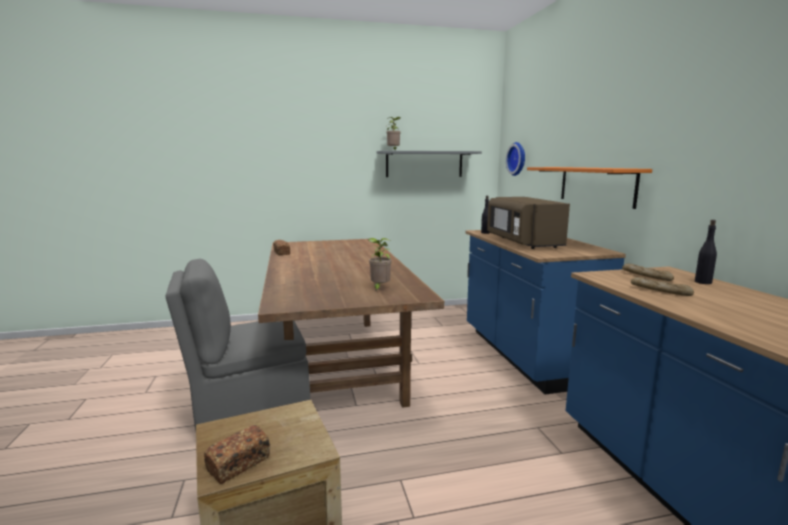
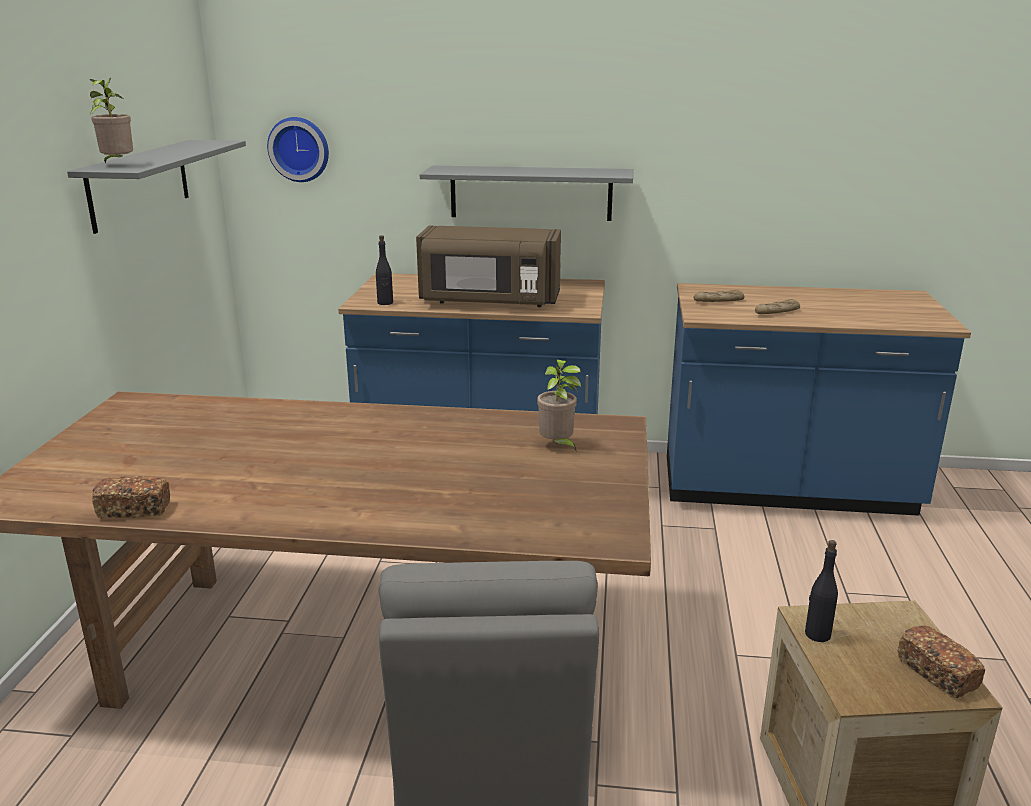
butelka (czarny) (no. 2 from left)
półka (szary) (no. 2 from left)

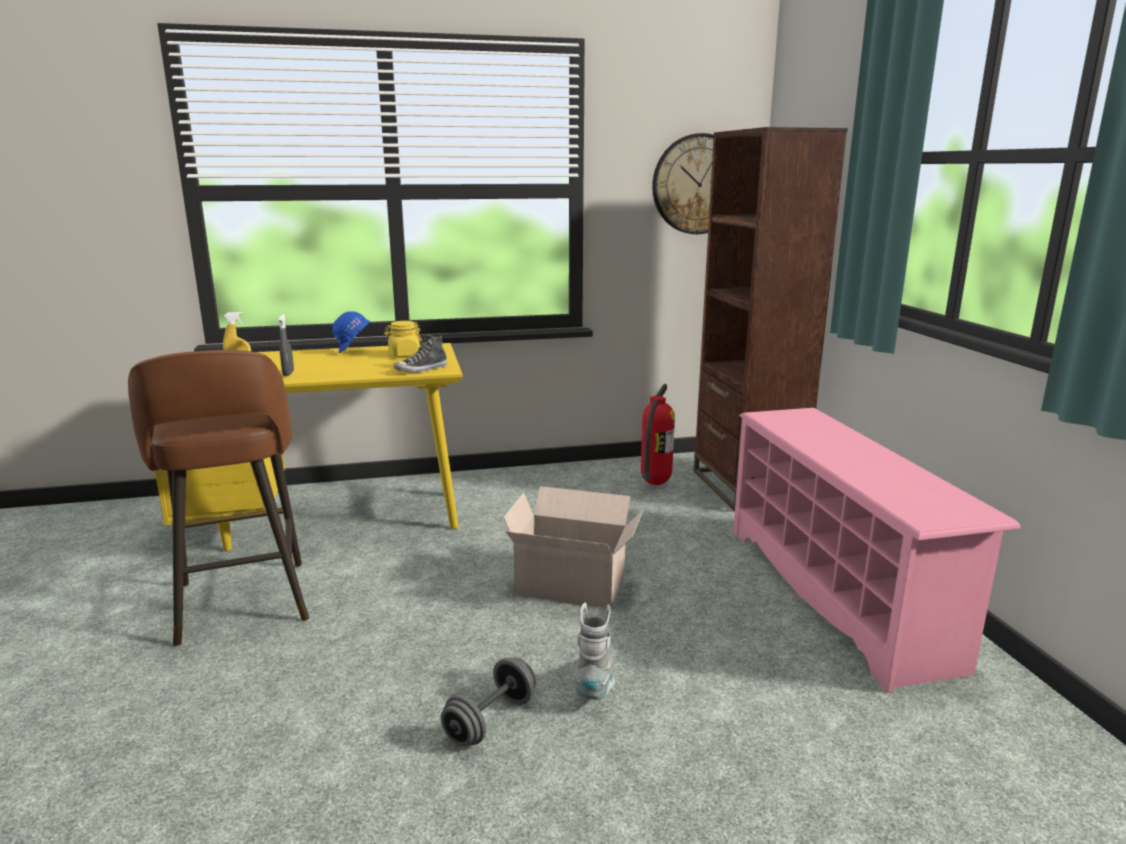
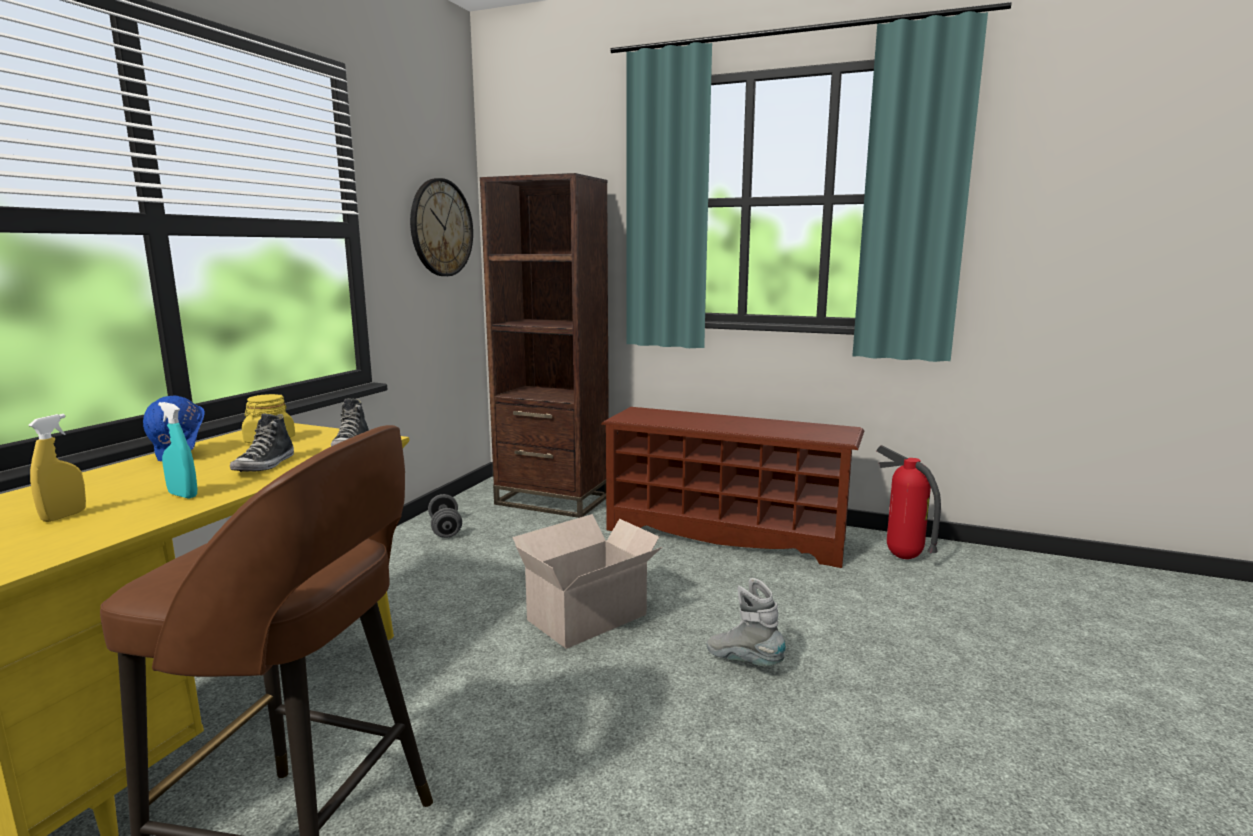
but (no. 1 from left)
hantel (szary)
gaśnica
spryskiwacz (turkusowy)
regał na buty (brązowy)

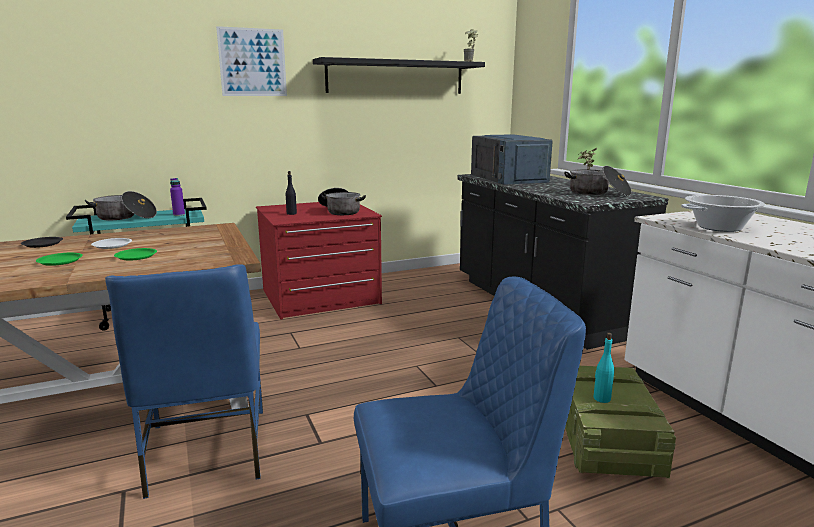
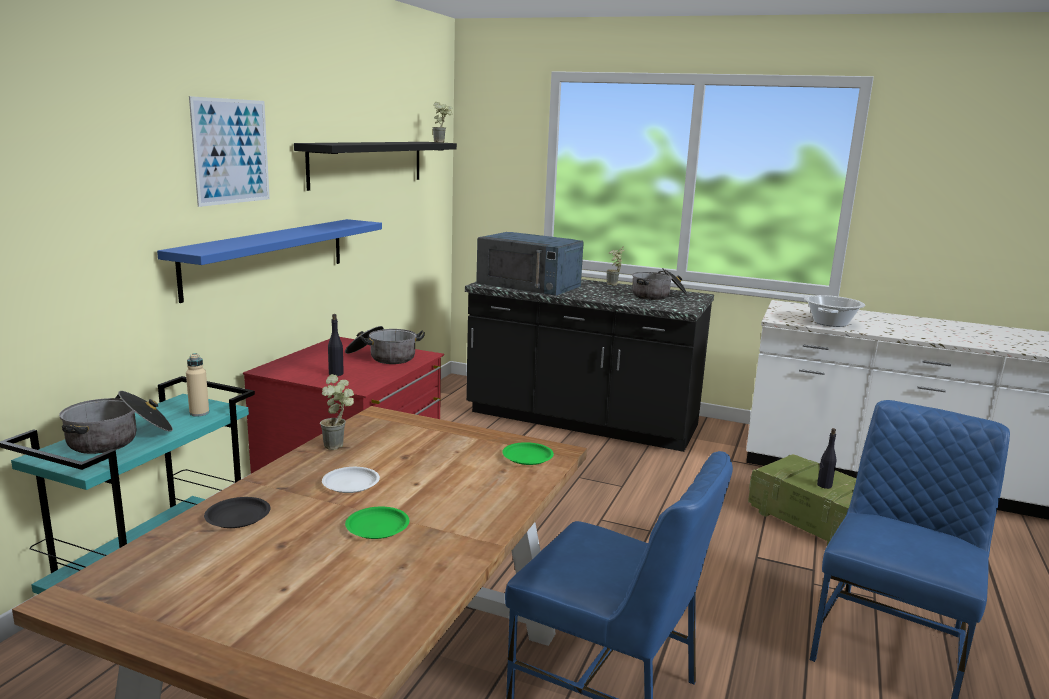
półka (niebieski)
roślina doniczkowa (no. 1 from left)
talerz (zielony) (no. 2 from left)
butelka (beżowy)
butelka (czarny) (no. 2 from left)

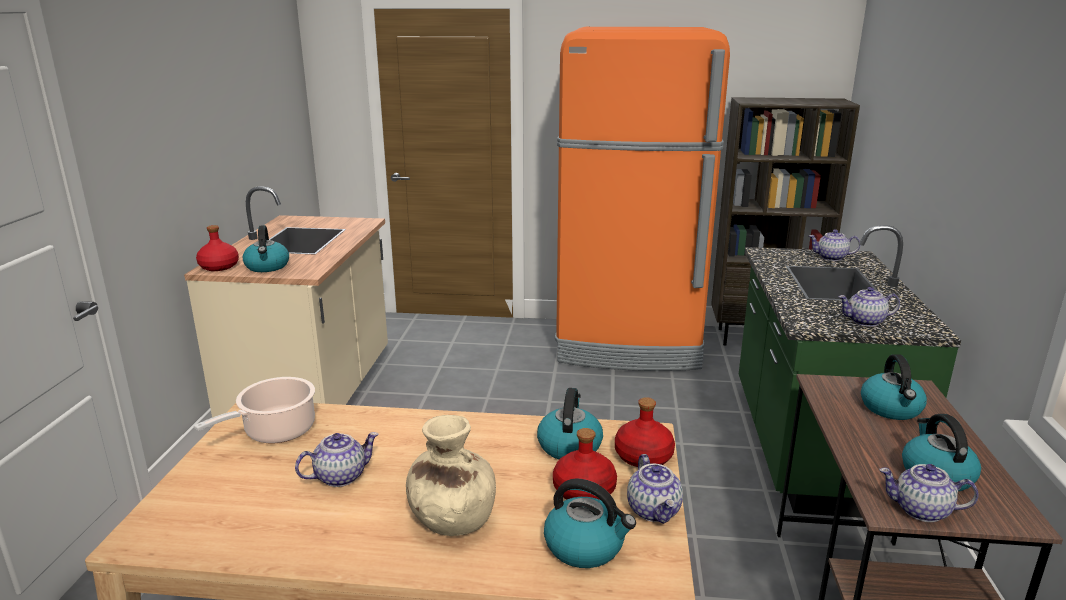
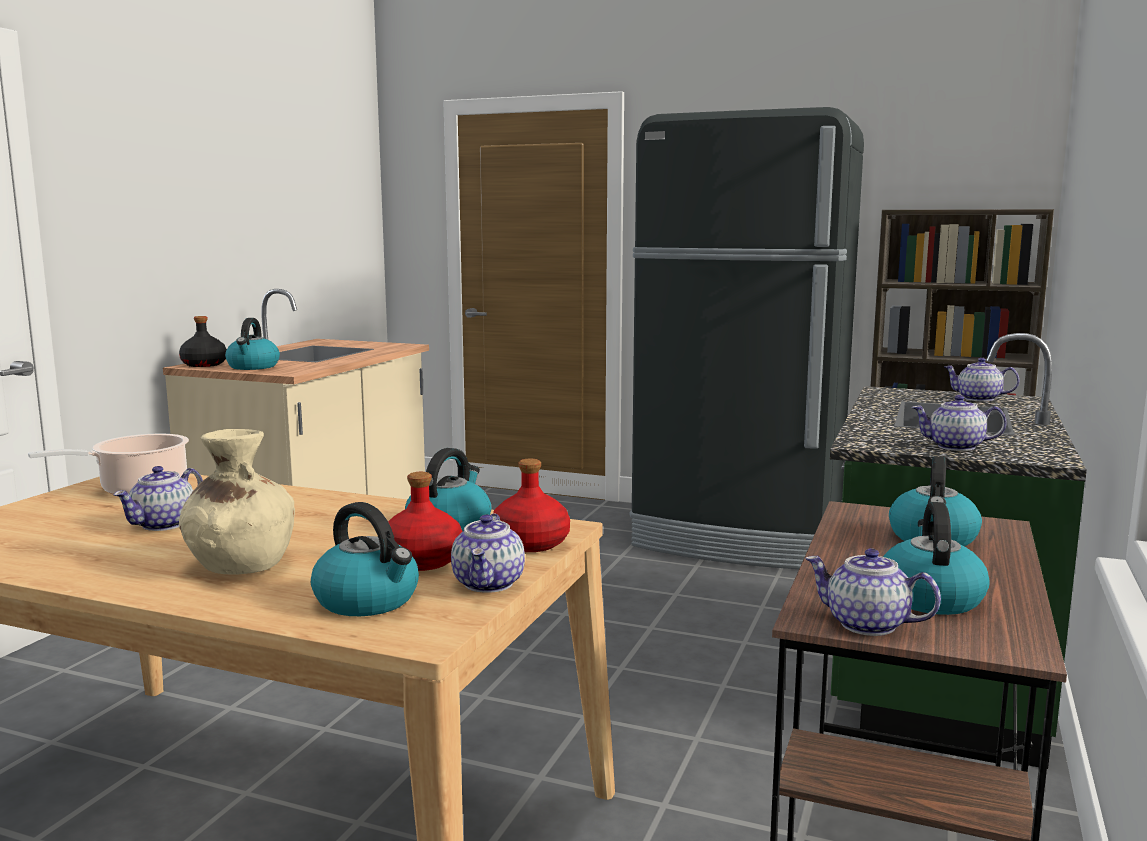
butelka (czarny)
lodówka (czarny)
imbryk (no. 1 from left)

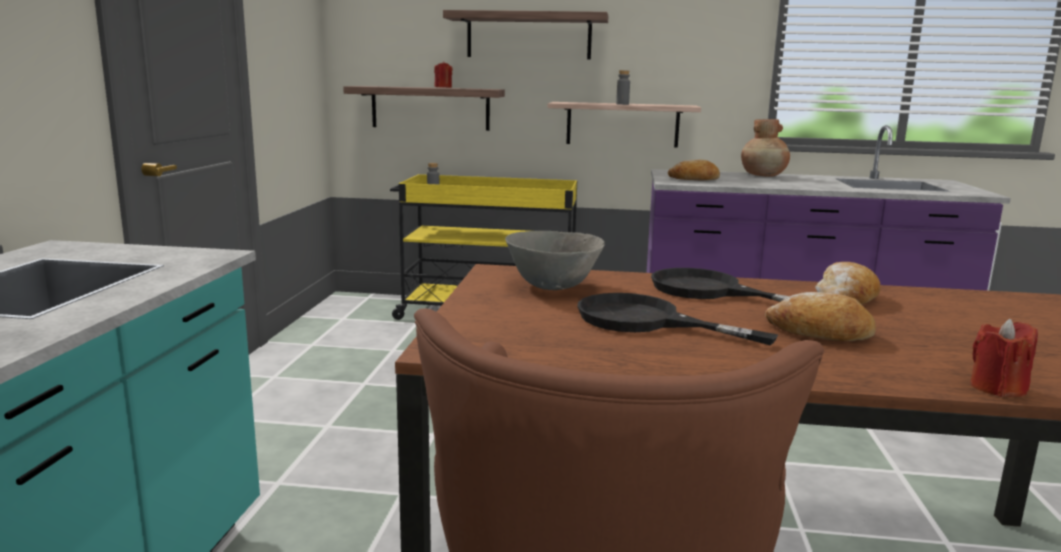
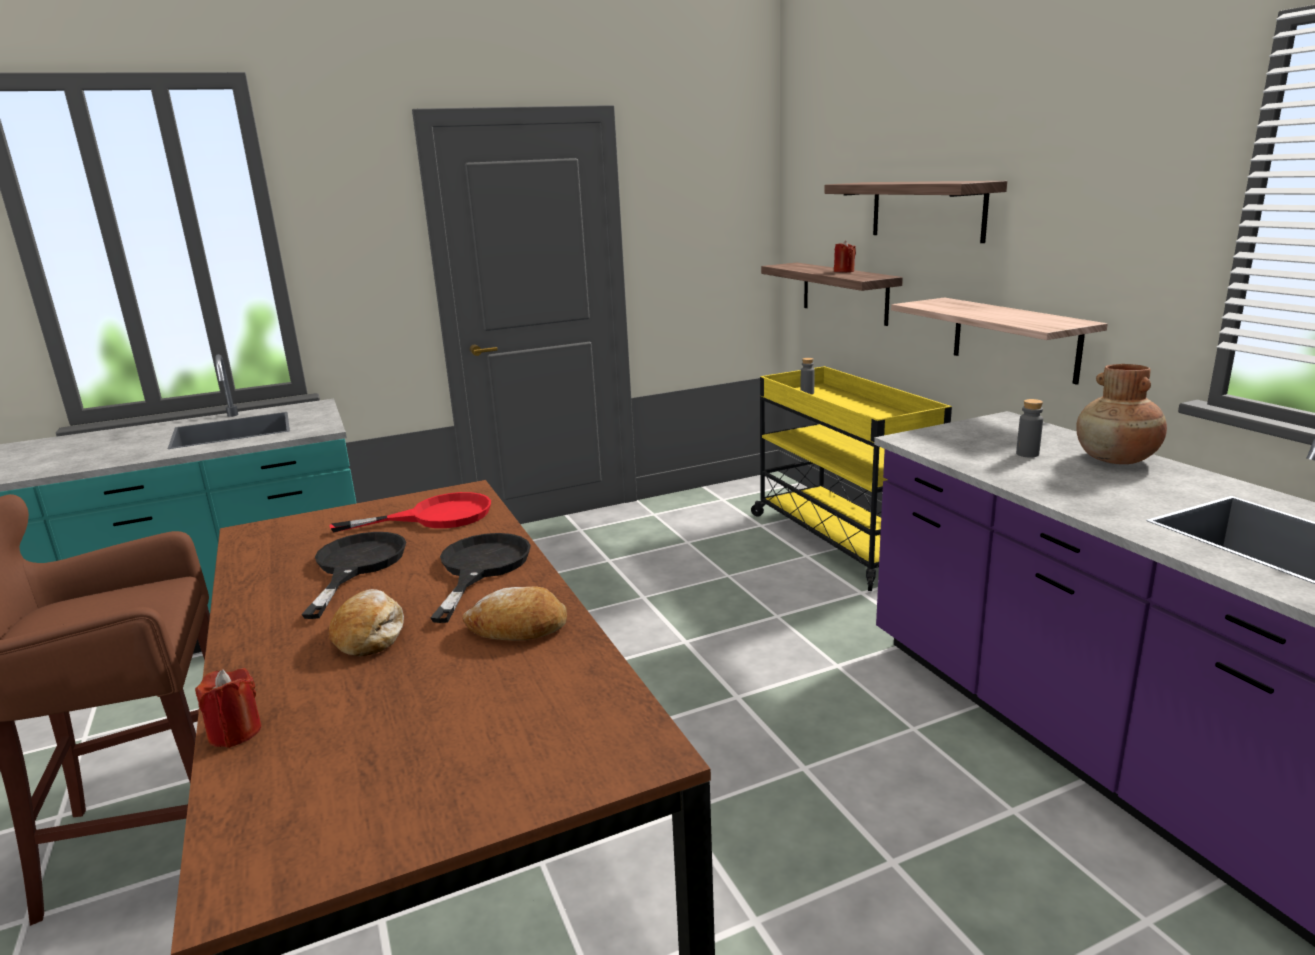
chleb (no. 1 from left in the first image)
butelka (szary) (no. 2 from left)
patelnia (czerwony)

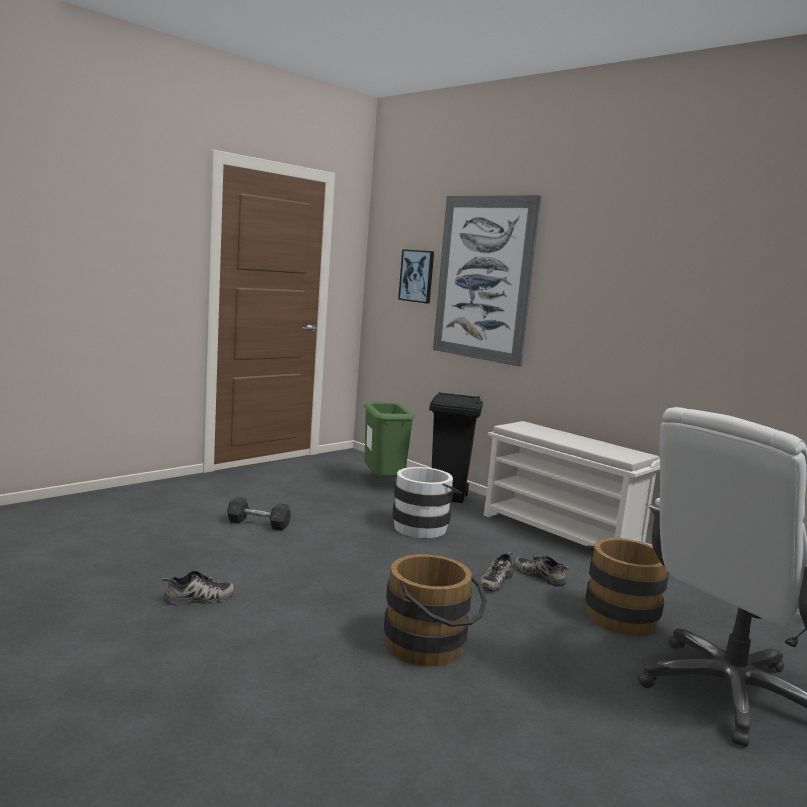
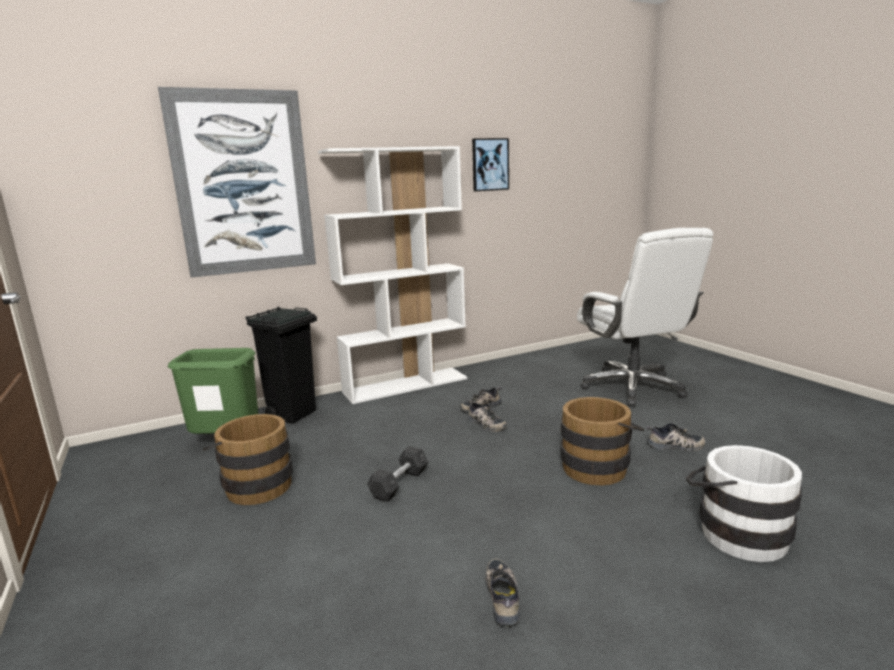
but (no. 4 from left)
hantel (szary)
wiadro (biały)
obraz (no. 2 from left)
wiadro (brązowy) (no. 1 from left)
regał (biały)

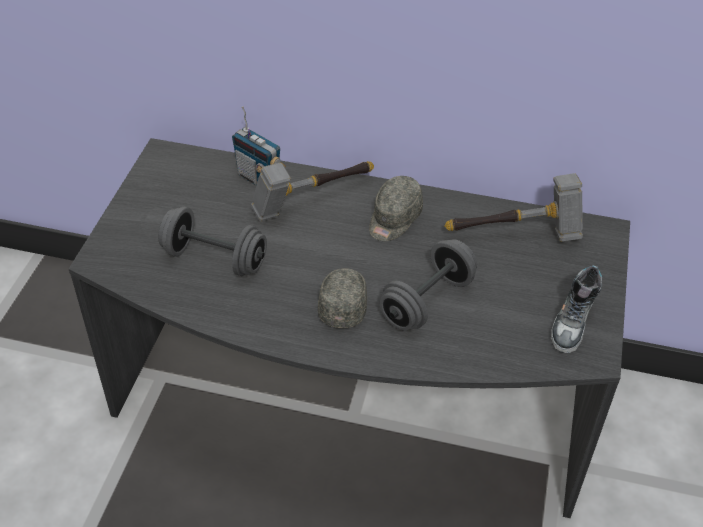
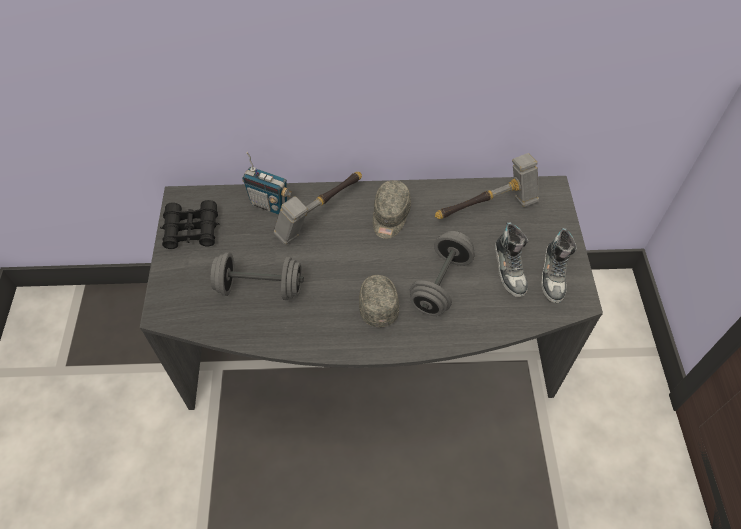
lornetka (czarny)
but (no. 1 from left)

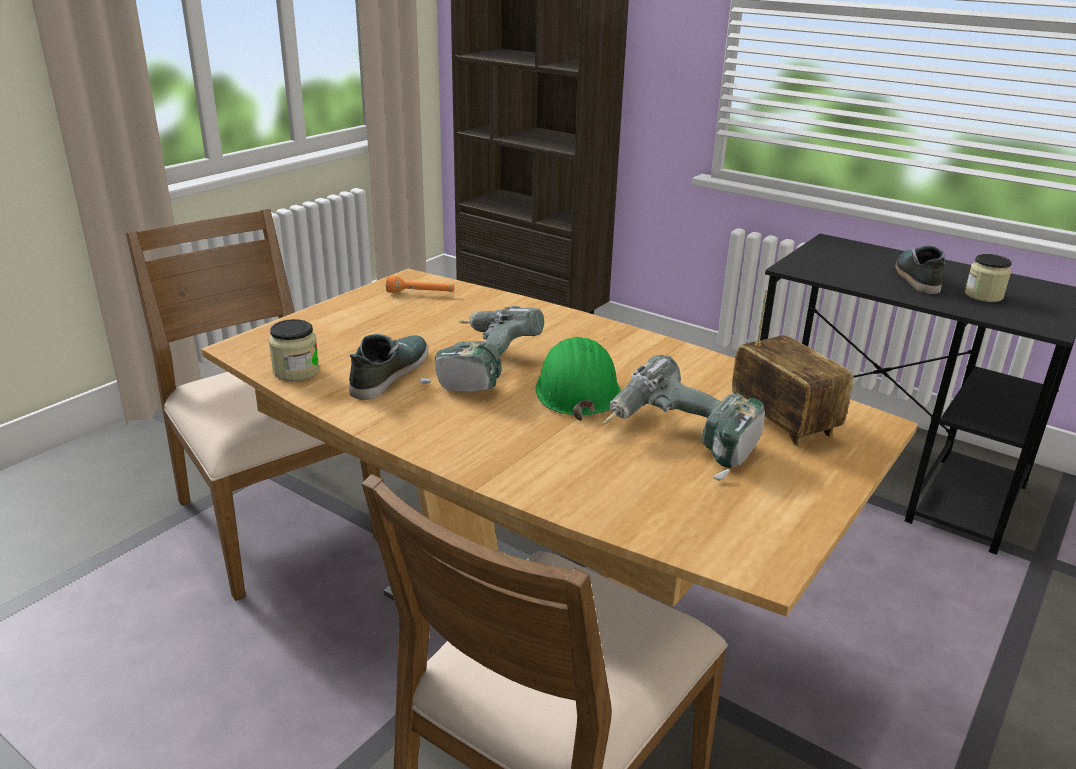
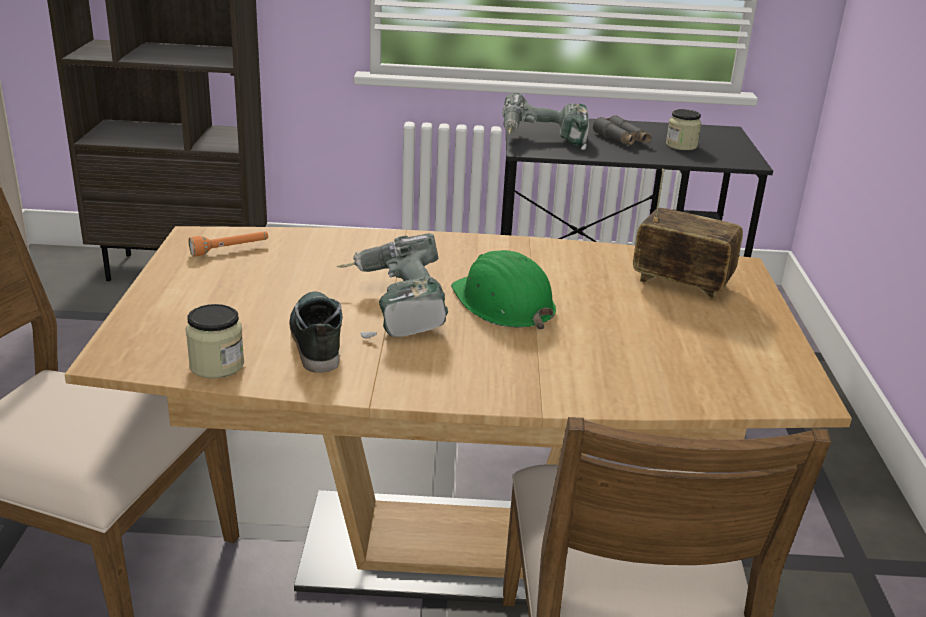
wiertarka (no. 2 from left)
lornetka (szary)

